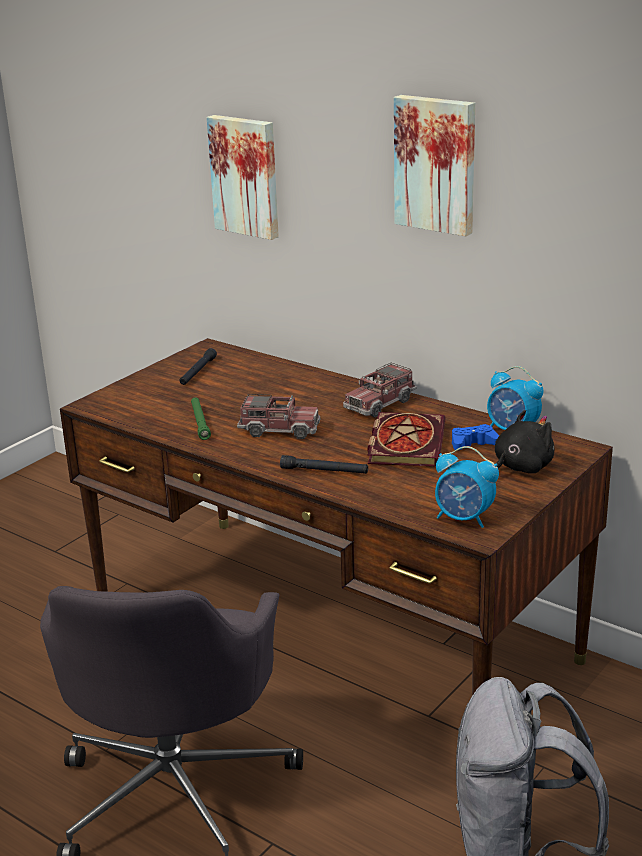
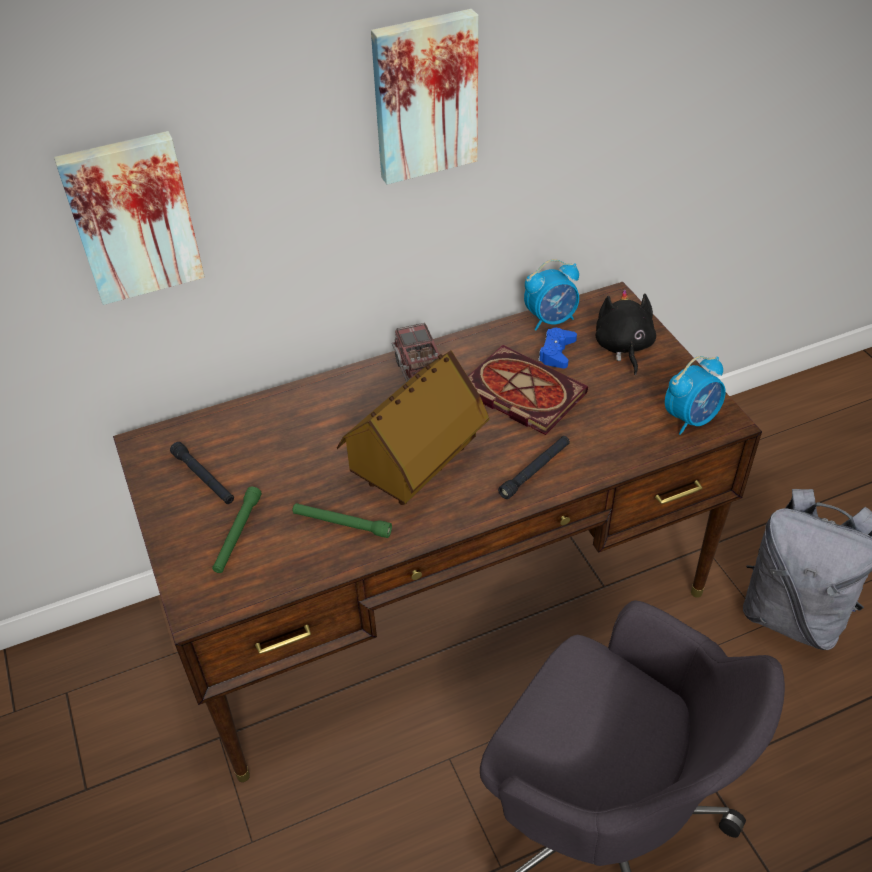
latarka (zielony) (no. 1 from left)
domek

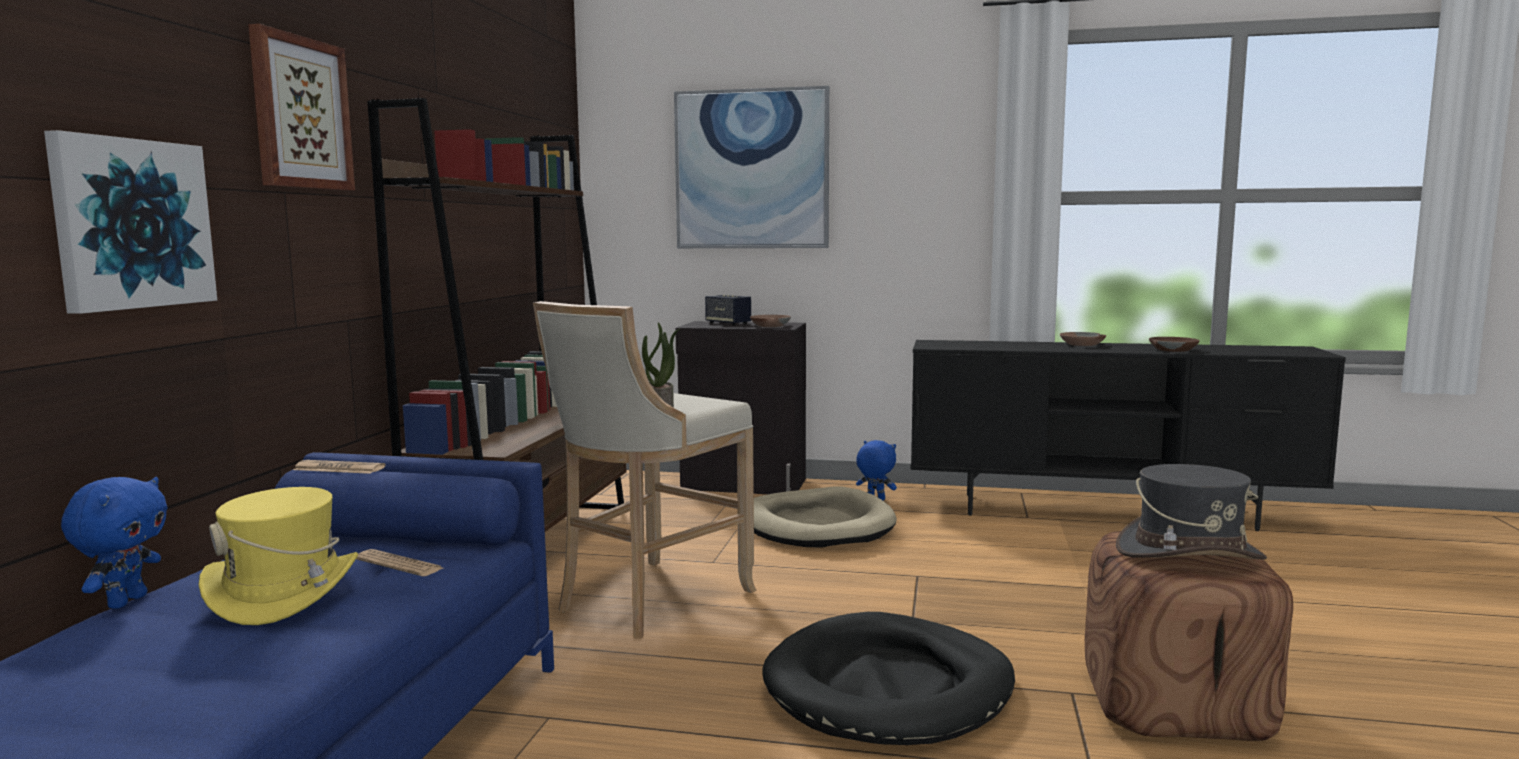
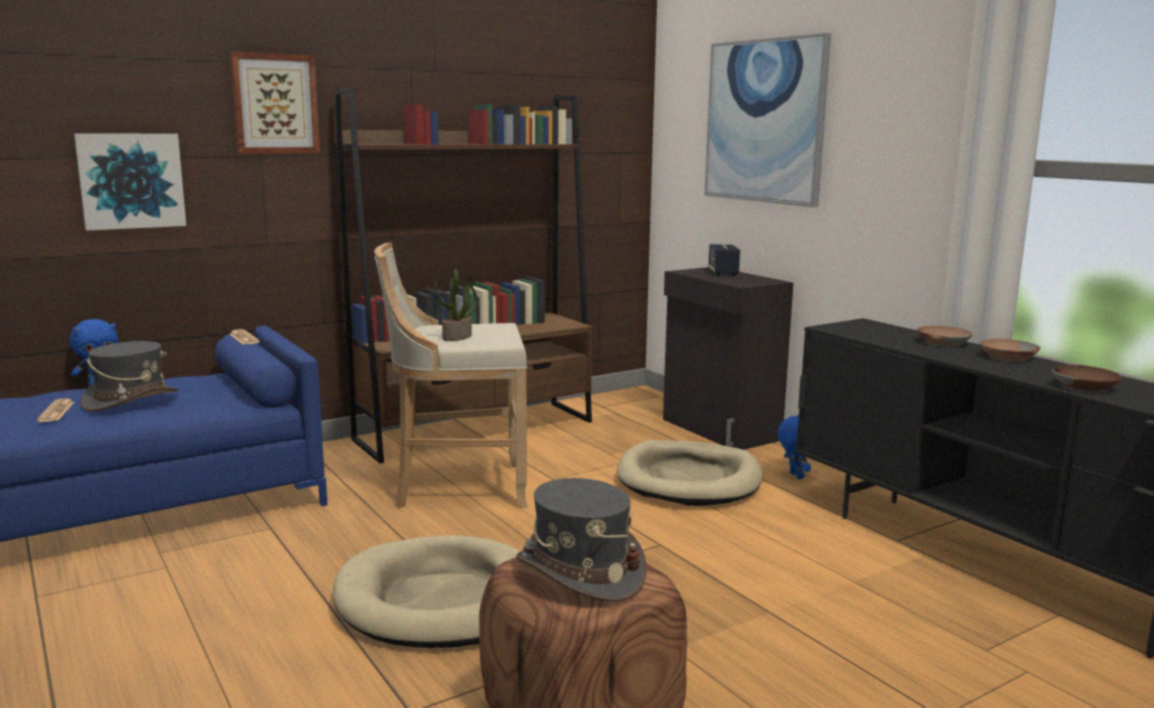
gazeta (no. 1 from left)
miska (brązowy) (no. 1 from left)
kapelusz (szary) (no. 1 from left)
legowisko (beżowy) (no. 1 from left)

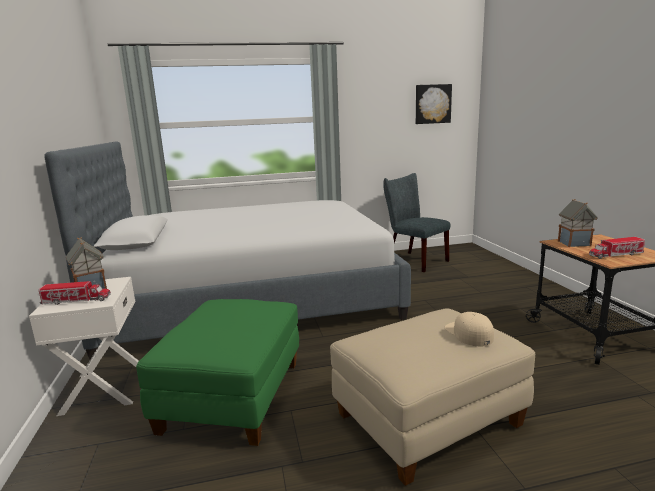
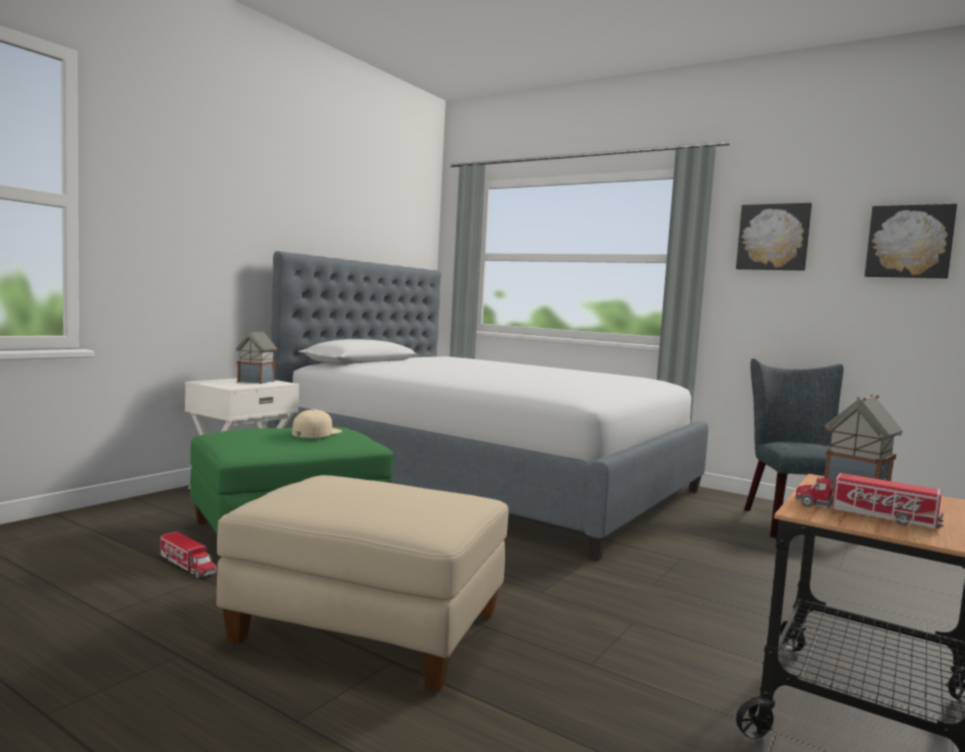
obraz (no. 1 from left)
ciężarówka zabawkowa (no. 1 from left)
czapka z daszkiem (beżowy)

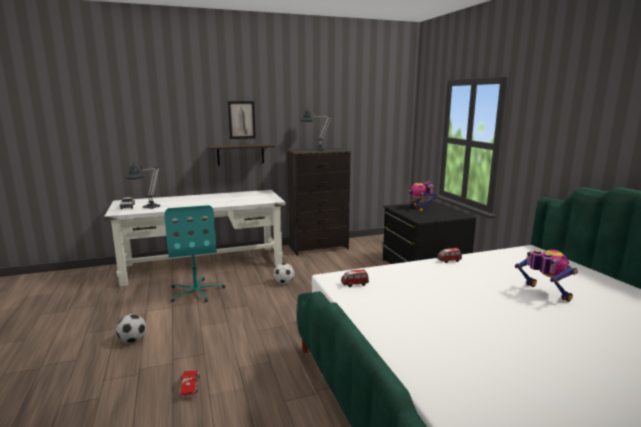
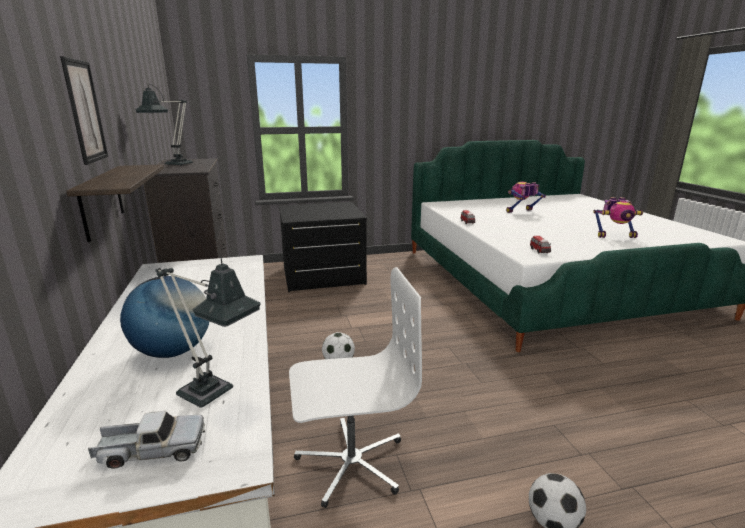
ciężarówka zabawkowa (no. 2 from left in the first image)
globus
robot zabawkowy (no. 2 from left)
krzesło biurowe (biały)

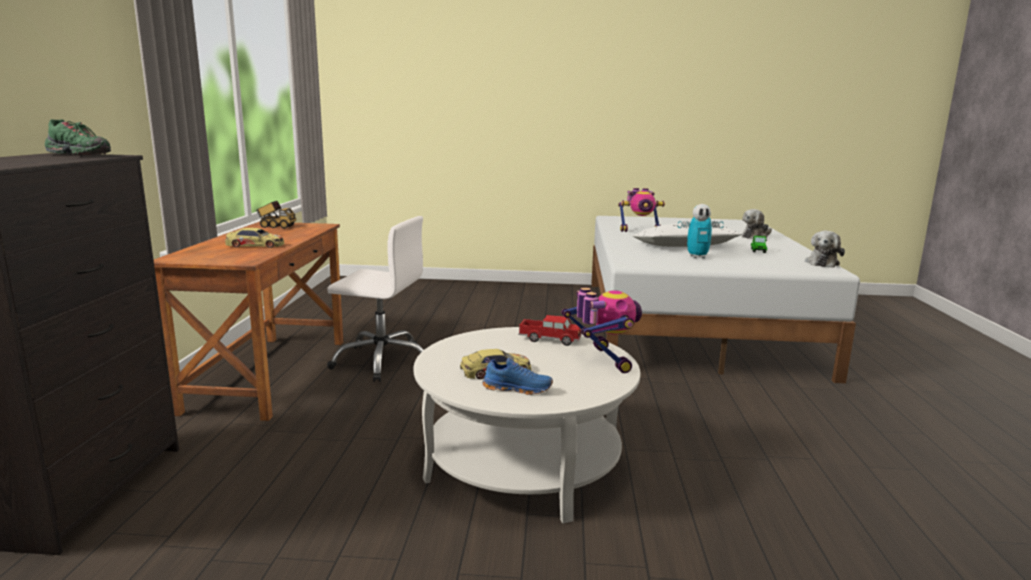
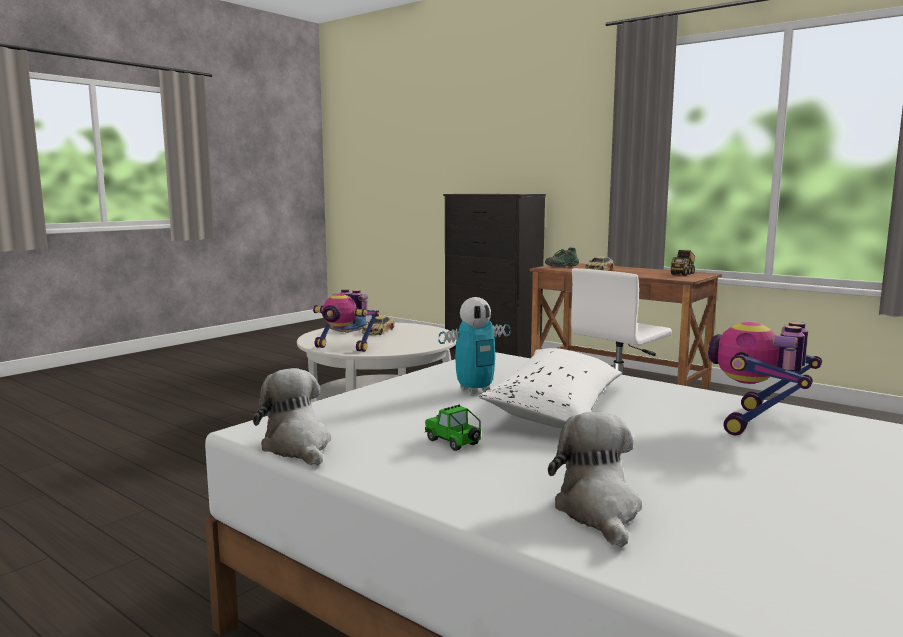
ciężarówka zabawkowa (no. 2 from left in the first image)
but (zielony)
robot zabawkowy (no. 2 from left)

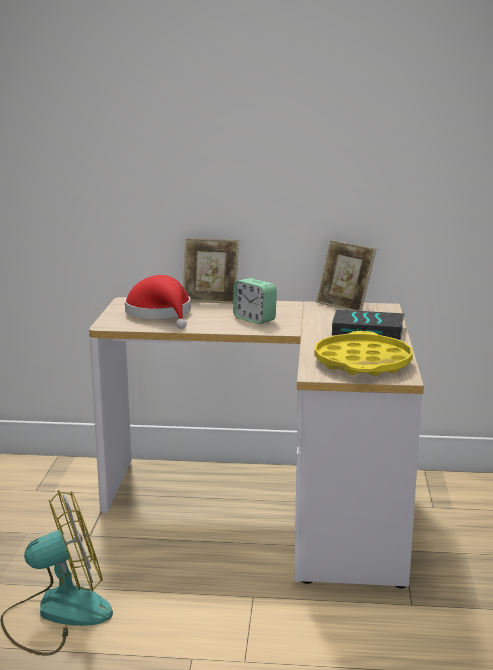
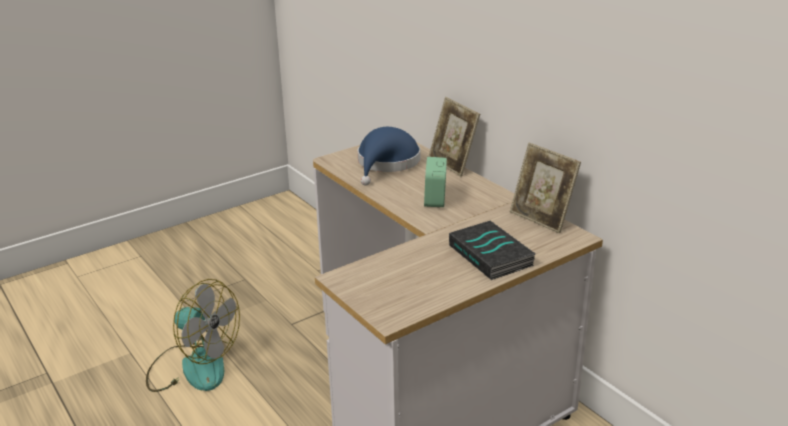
taca (żółty)
kapelusz (niebieski)
ramka na zdjęcie (no. 2 from left)

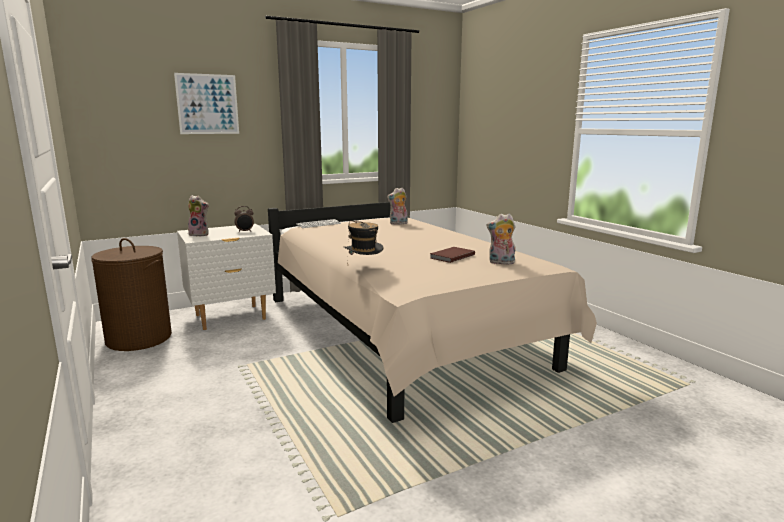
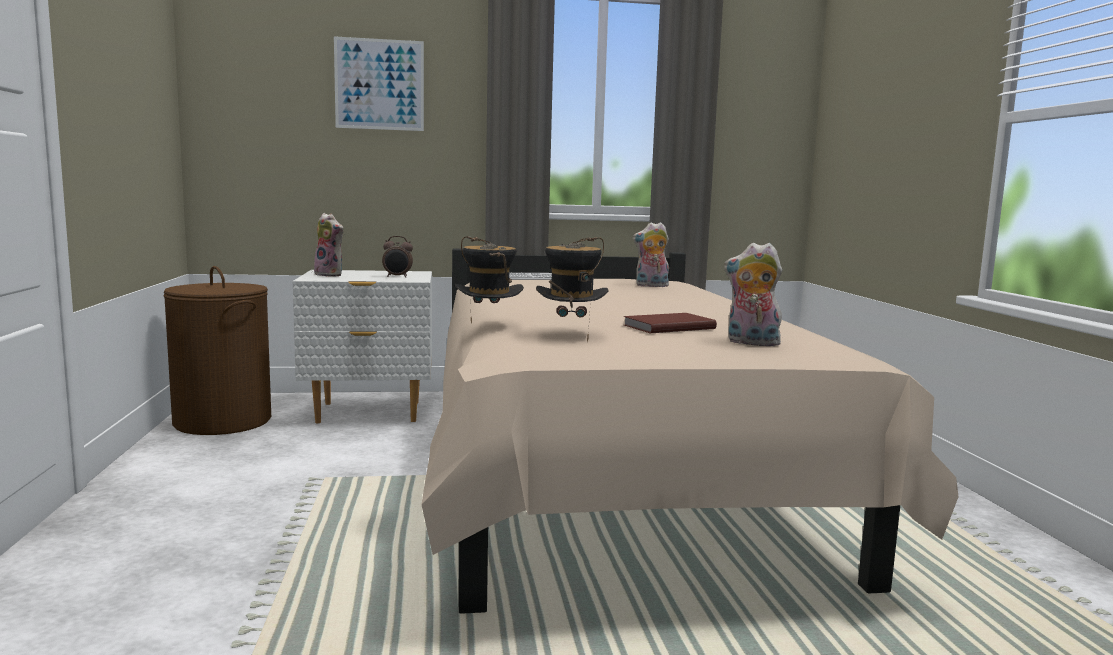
kapelusz (no. 2 from left)

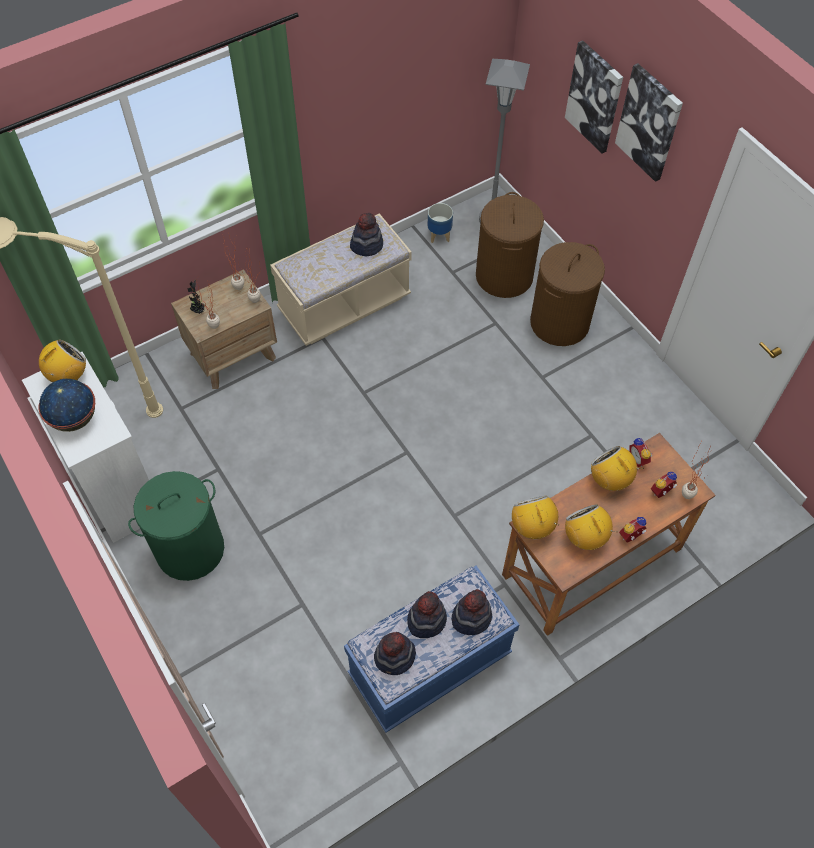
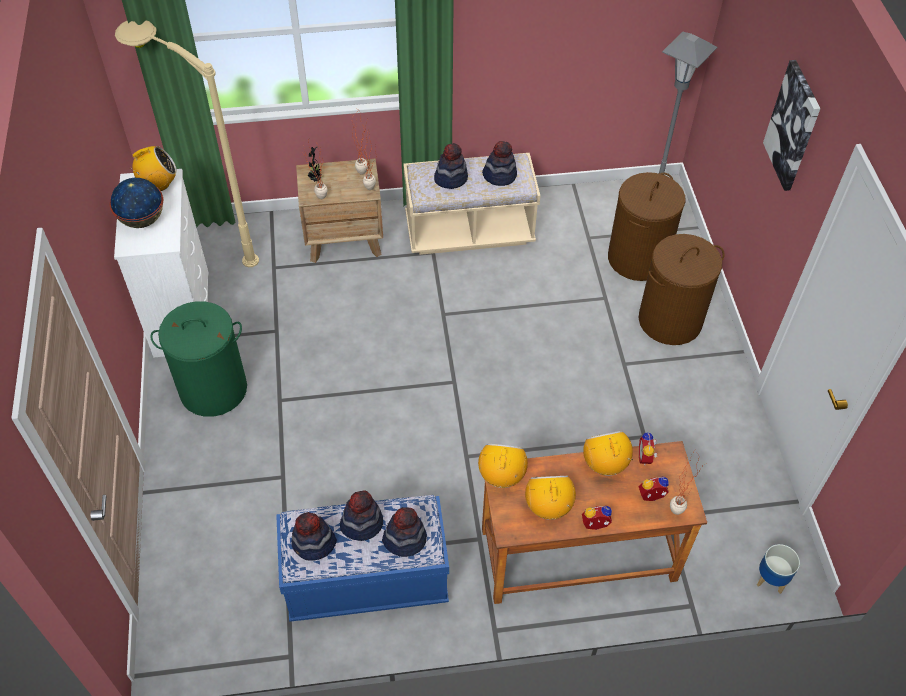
obraz (no. 1 from left in the first image)
kapelusz (no. 4 from left)
donica

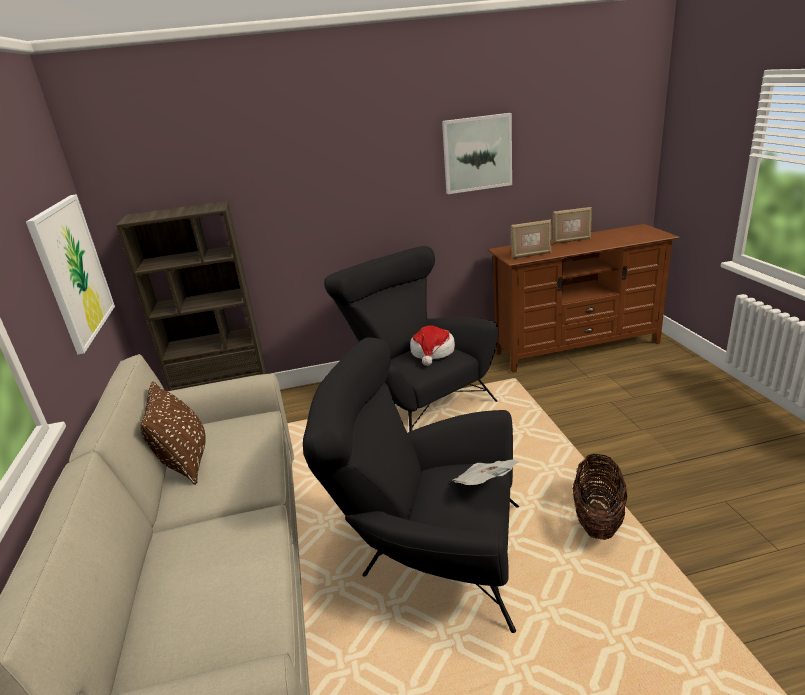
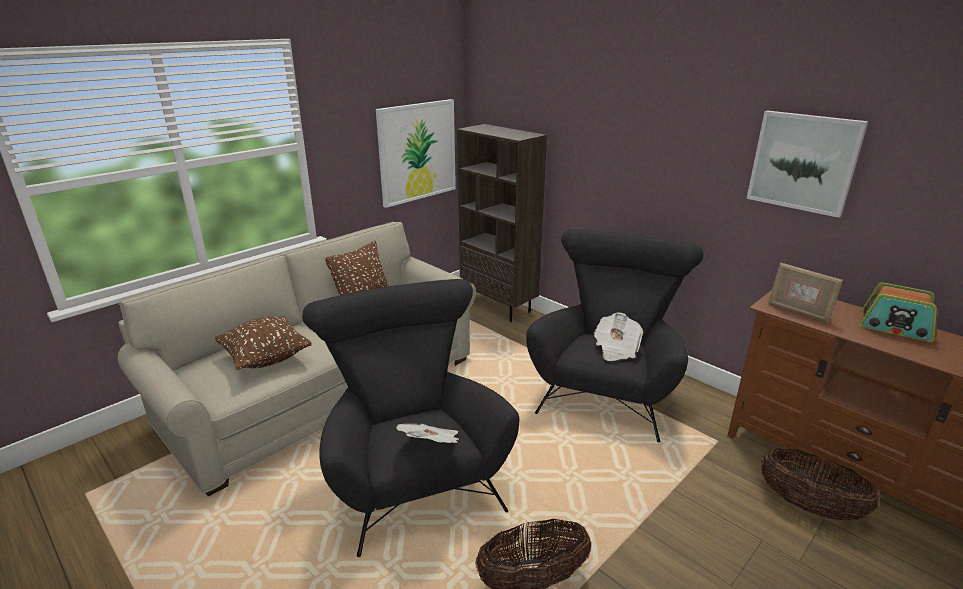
poduszka (brązowy) (no. 1 from left)
koszyk (no. 2 from left)
gazeta (no. 2 from left)
radio

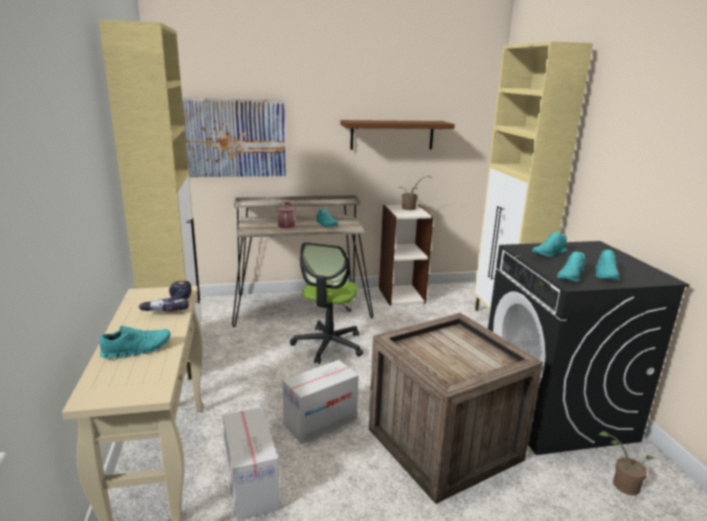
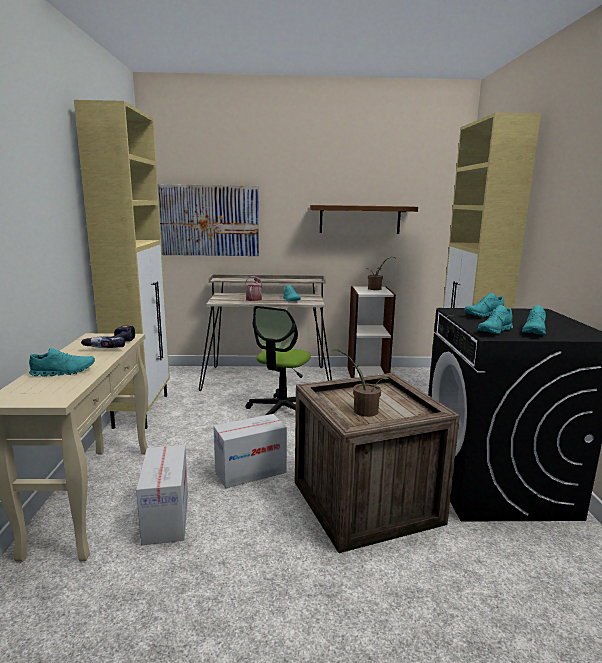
roślina doniczkowa (no. 1 from left)

